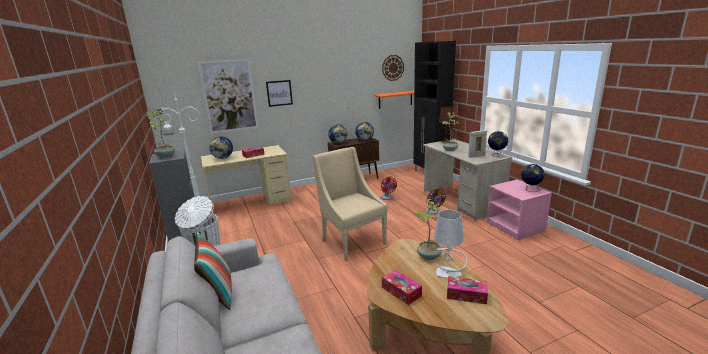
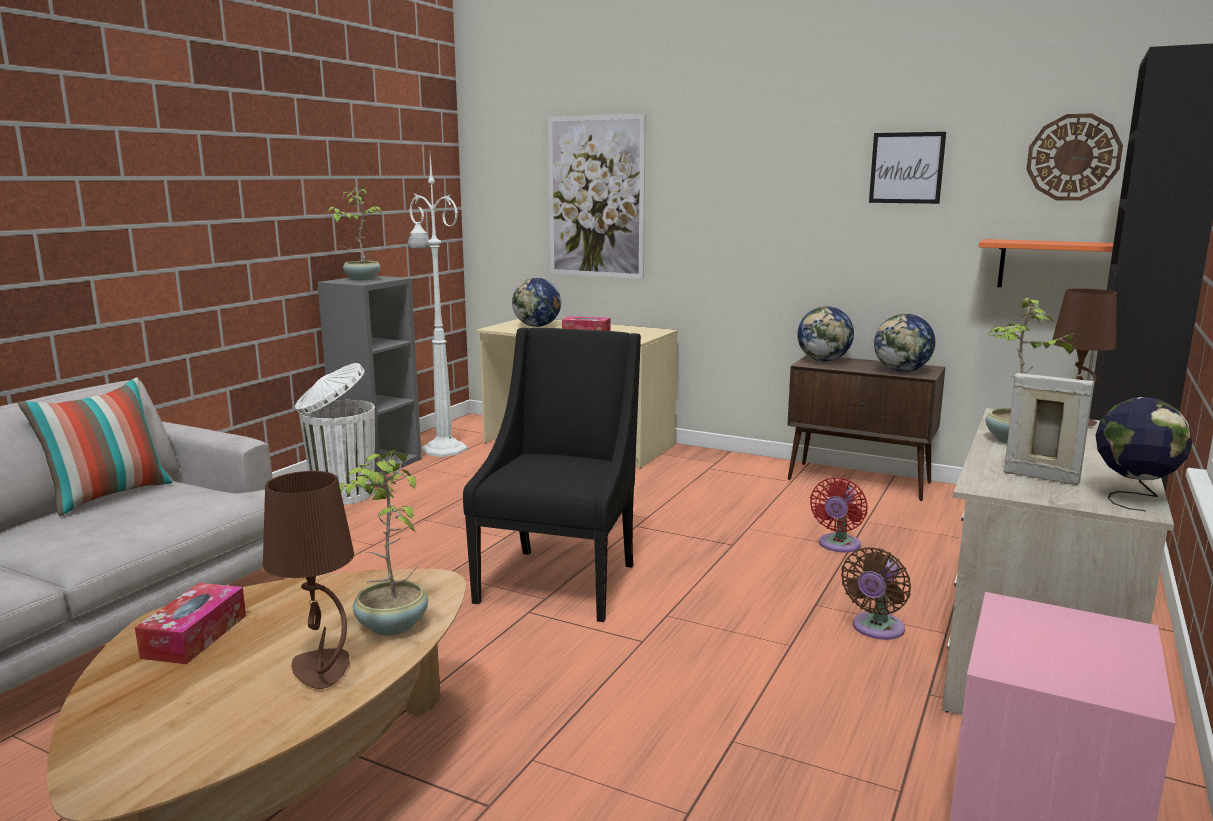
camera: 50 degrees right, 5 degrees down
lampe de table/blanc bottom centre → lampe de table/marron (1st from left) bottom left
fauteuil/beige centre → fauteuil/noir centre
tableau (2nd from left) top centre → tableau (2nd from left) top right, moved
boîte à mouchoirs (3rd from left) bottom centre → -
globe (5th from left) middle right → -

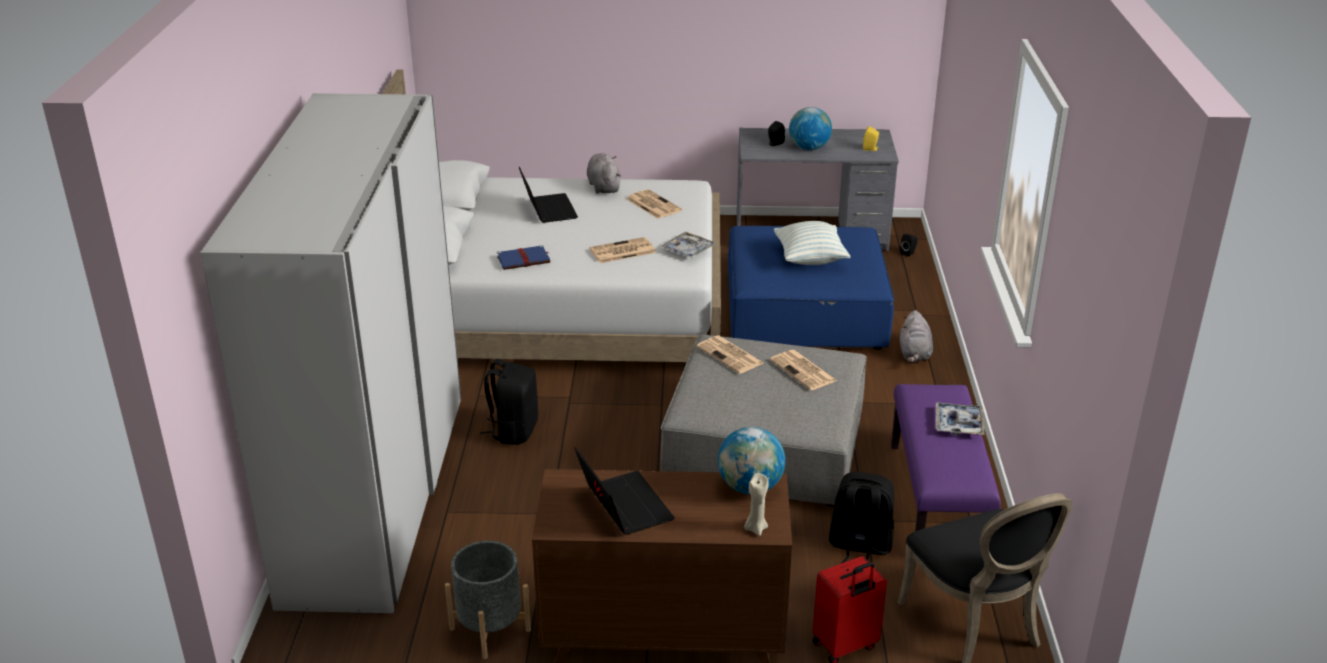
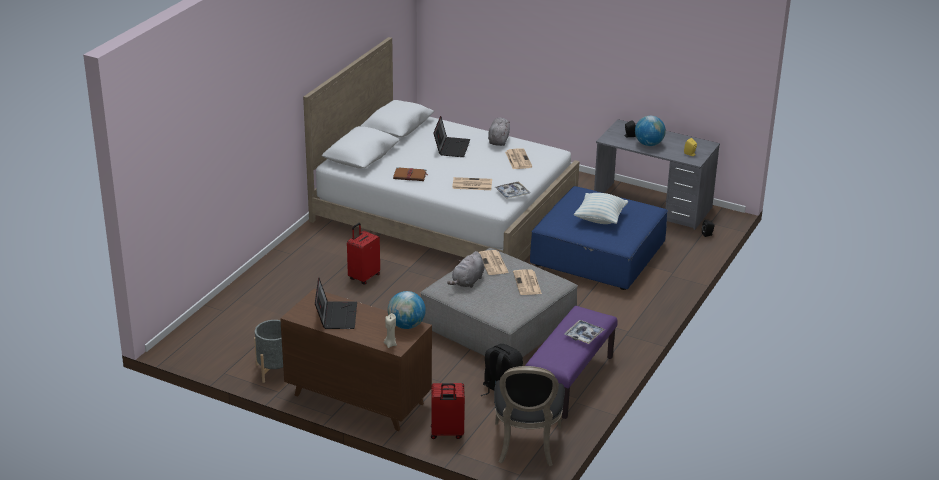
camera: 25 degrees right, 0 degrees up
sac à dos/noir (1st from left) centre → valise/rouge (1st from left) centre
livre/bleu centre → livre/marron centre
peluche/gris (2nd from left in the first image) middle right → peluche/gris (1st from left) centre, moved
armoire/blanc middle left → -

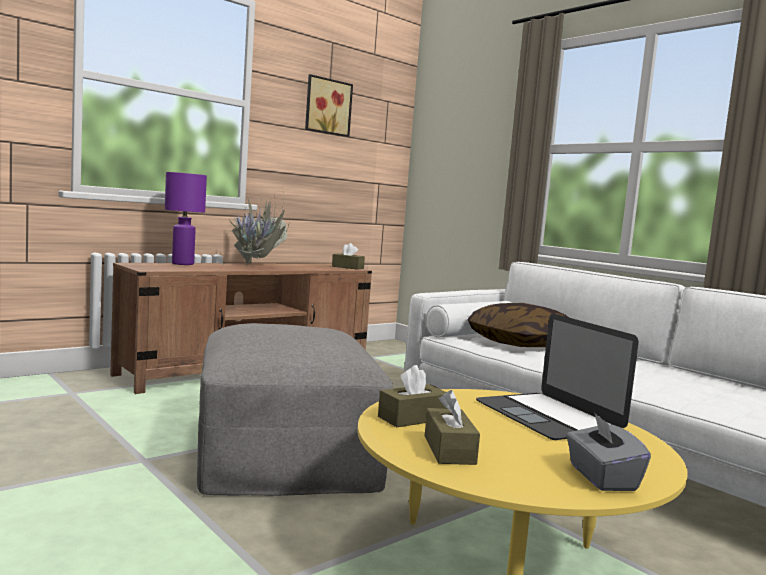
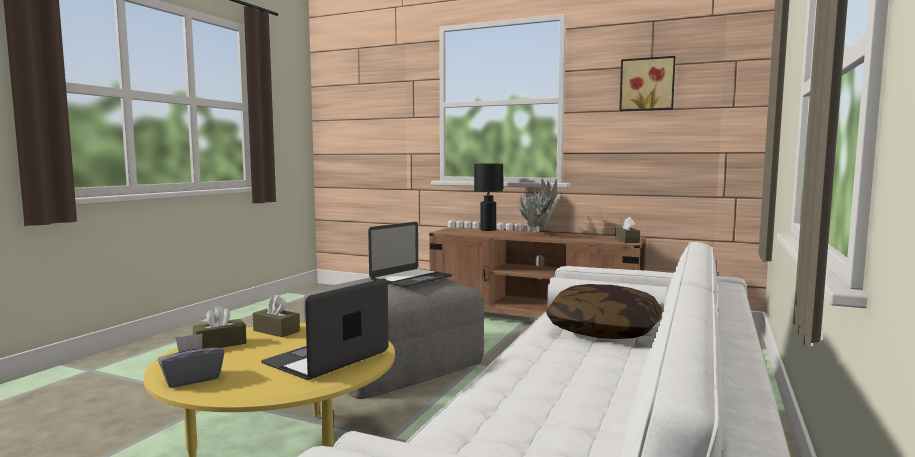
camera: 65 degrees right, 0 degrees up
- → ordinateur portable (2nd from left) centre
lampe de table/violet middle left → lampe de table/noir centre

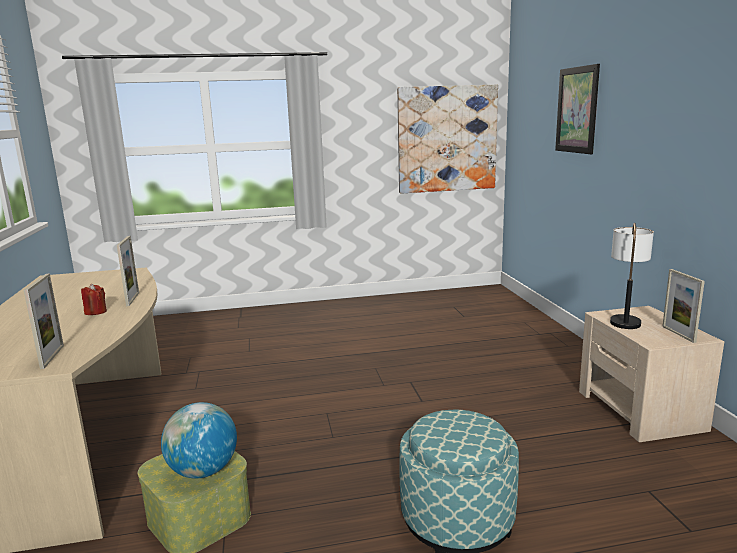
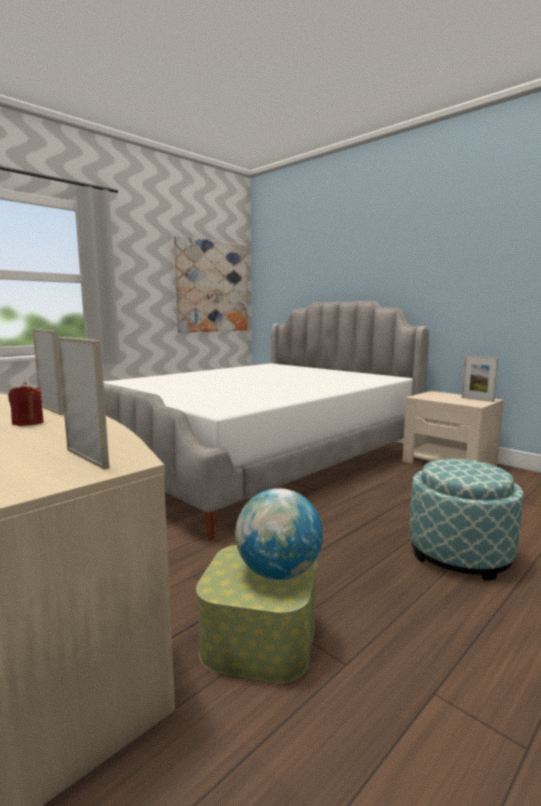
camera: 35 degrees left, 5 degrees down
- → lit centre
tableau (2nd from left) top right → -
lampe de table middle right → -

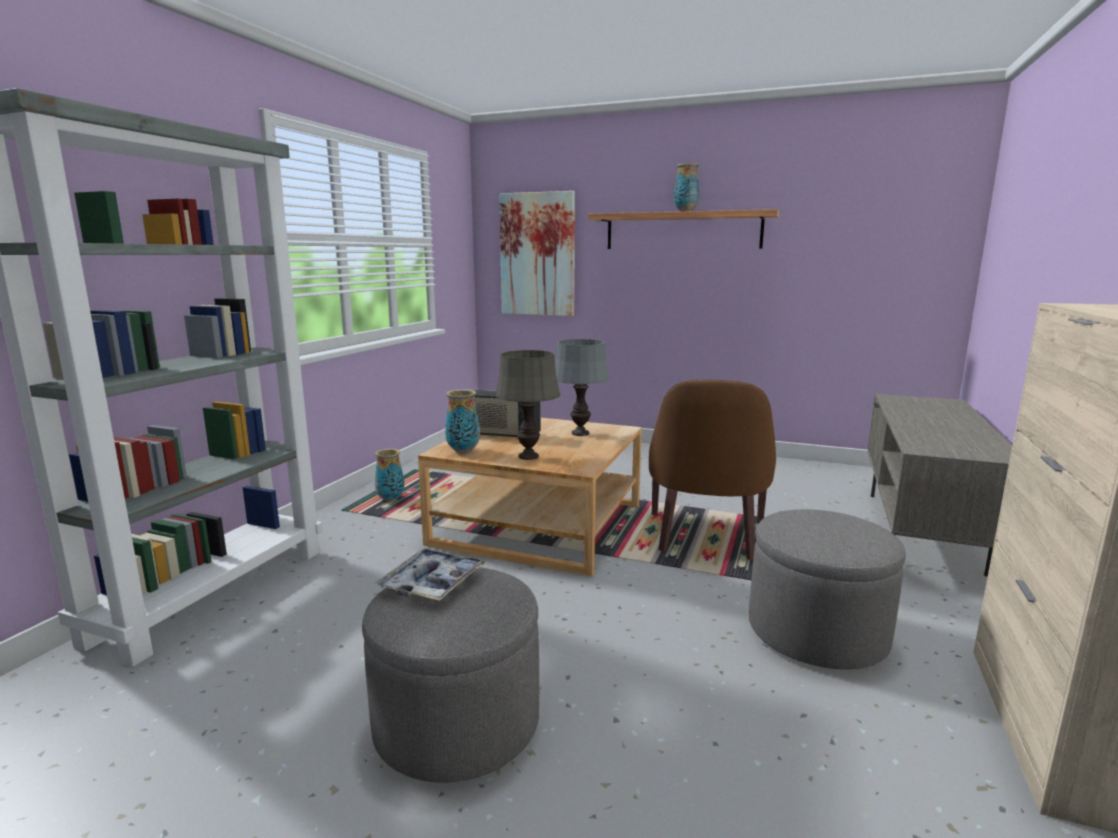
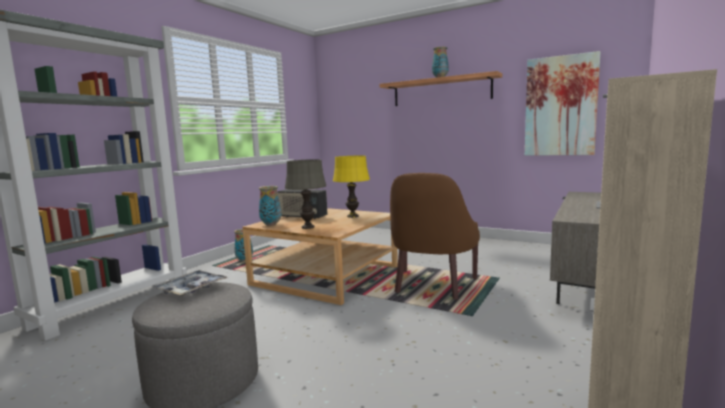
camera: 10 degrees right, 5 degrees down
lampe de table/gris (2nd from left) centre → lampe de table/jaune centre
tableau top centre → tableau top right, moved
pouf/gris (2nd from left) bottom right → -

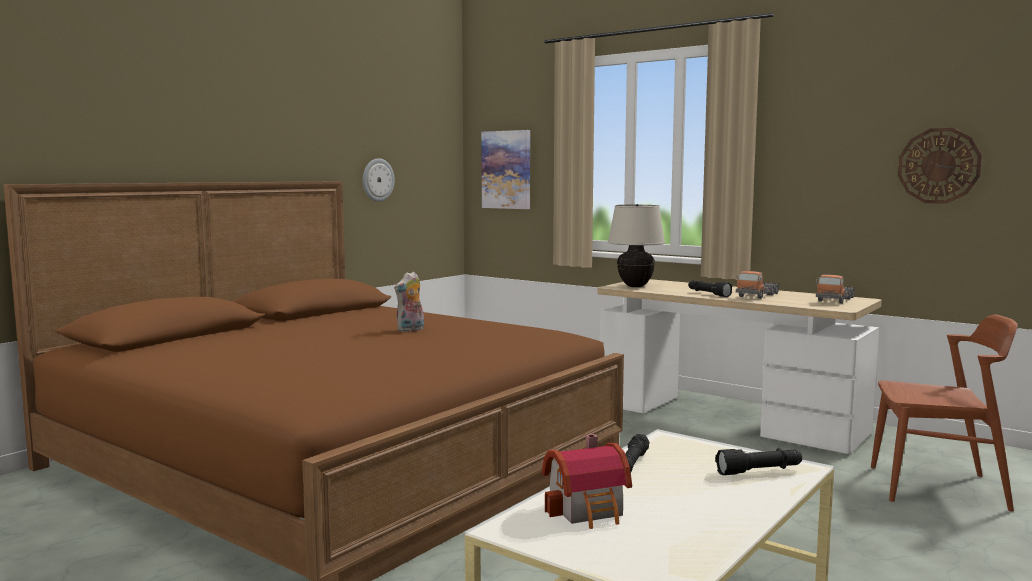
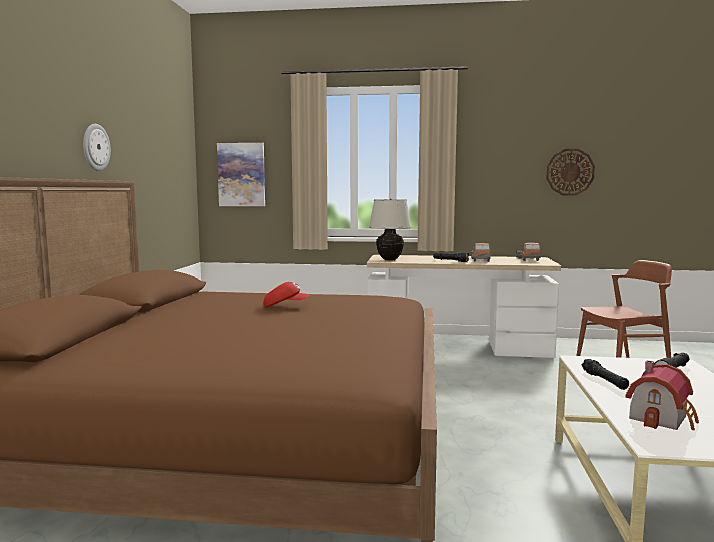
camera: 30 degrees left, 0 degrees up
horloge murale (1st from left) top centre → horloge murale (1st from left) top left, moved
peluche centre → casquette/rouge centre

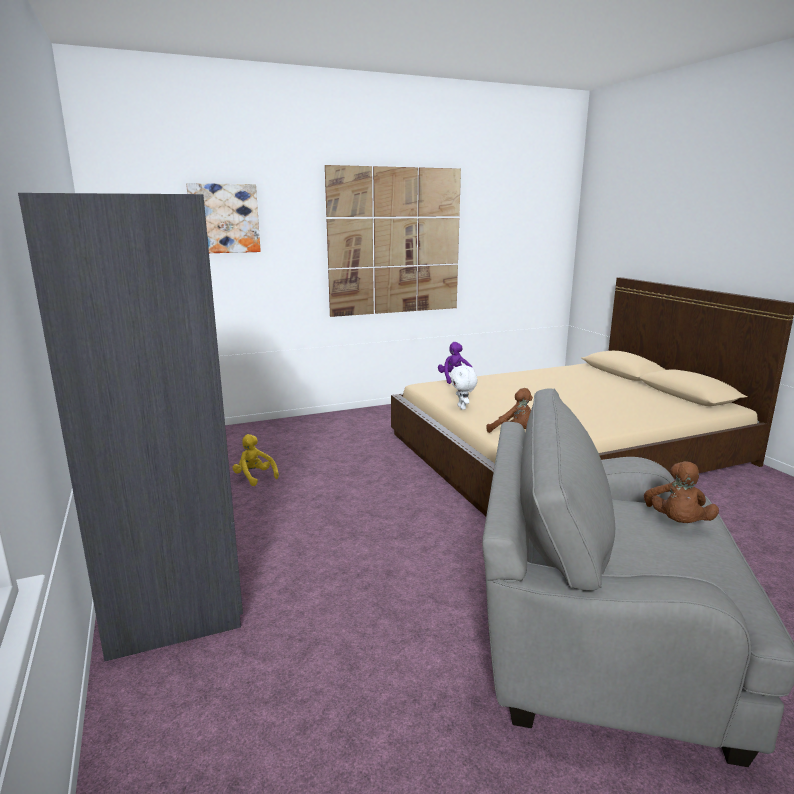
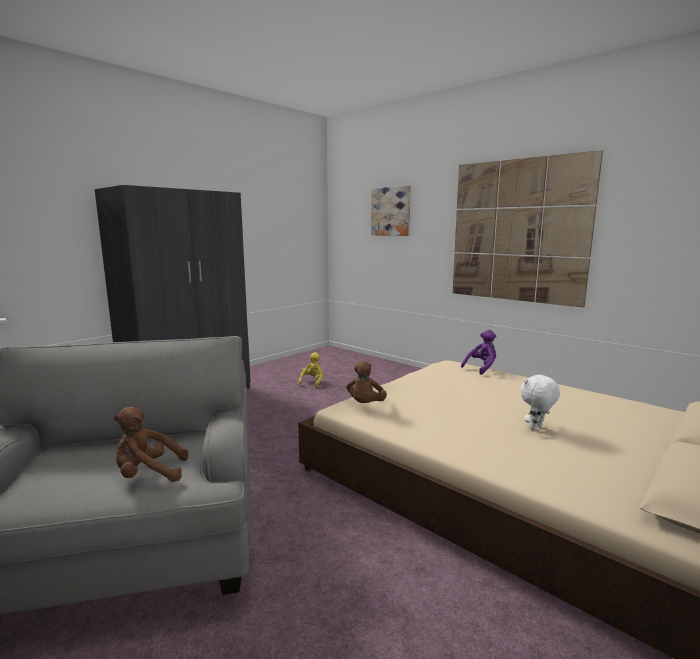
camera: 65 degrees right, 5 degrees down
peluche/blanc centre → peluche/blanc middle right, moved

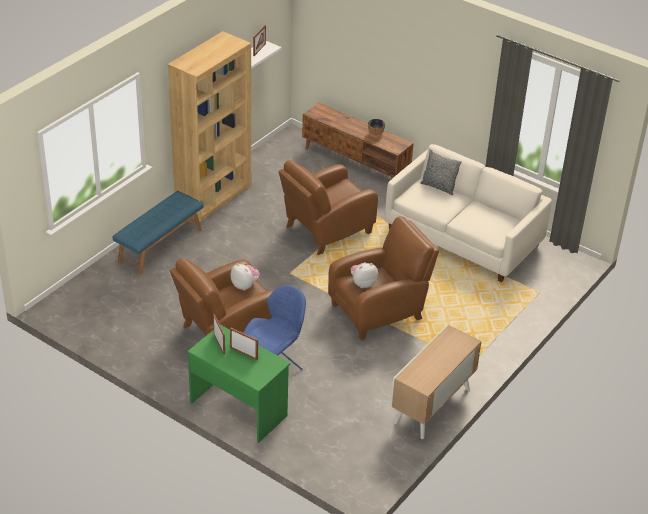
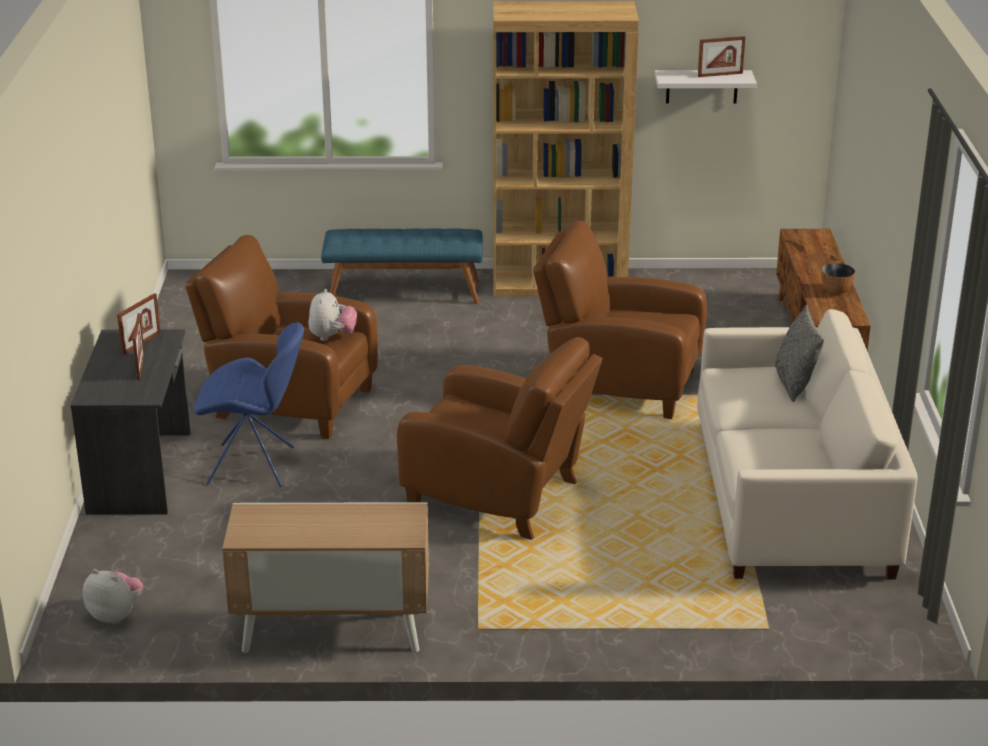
camera: 55 degrees right, 10 degrees down
bureau/vert bottom centre → bureau/gris middle left
peluche (2nd from left in the first image) centre → peluche (1st from left) bottom left, moved

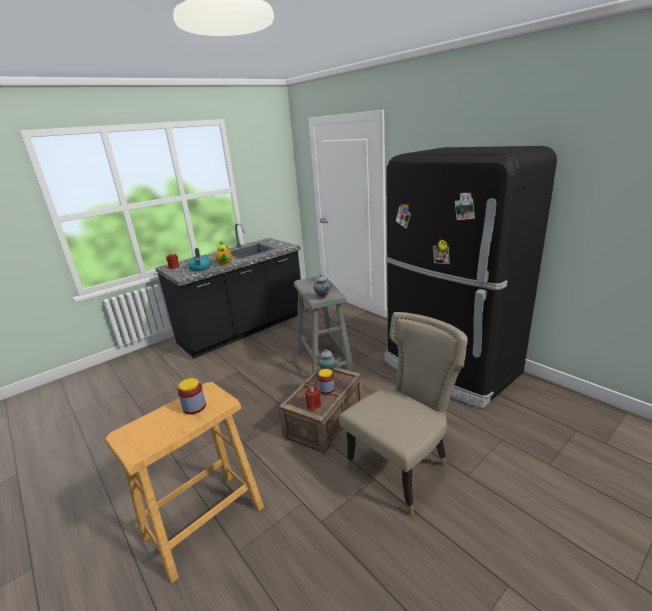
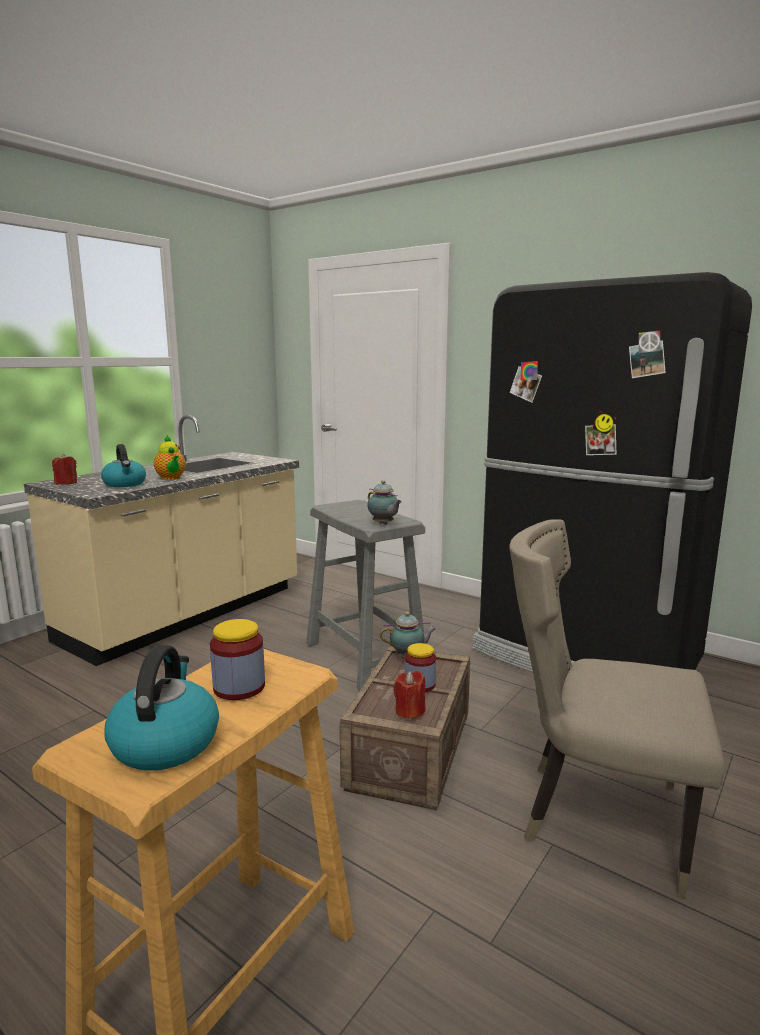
camera: 15 degrees left, 10 degrees down
comptoir de cuisine/noir centre → comptoir de cuisine/beige middle left
- → bouilloire (2nd from left) bottom left
chaise/beige bottom centre → chaise/beige bottom right, 105 degrees counterclockwise

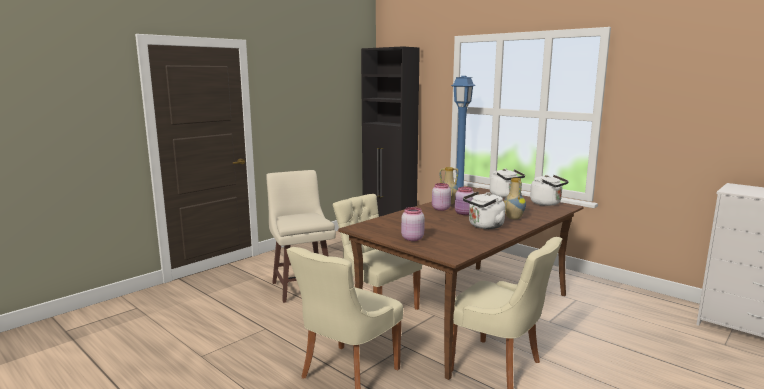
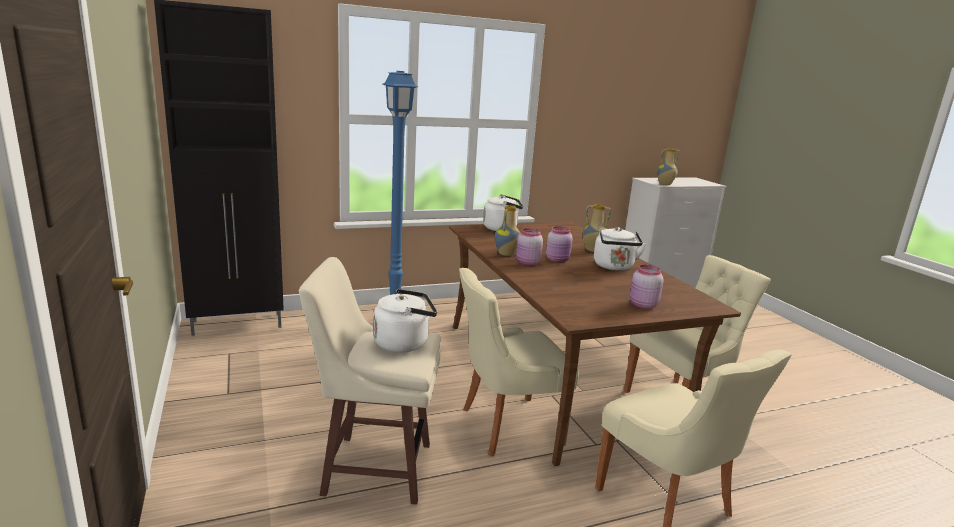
camera: 65 degrees left, 5 degrees up
bouilloire/blanc (3rd from left in the first image) middle right → bouilloire/blanc (1st from left) centre, moved
- → vase (3rd from left) top right

